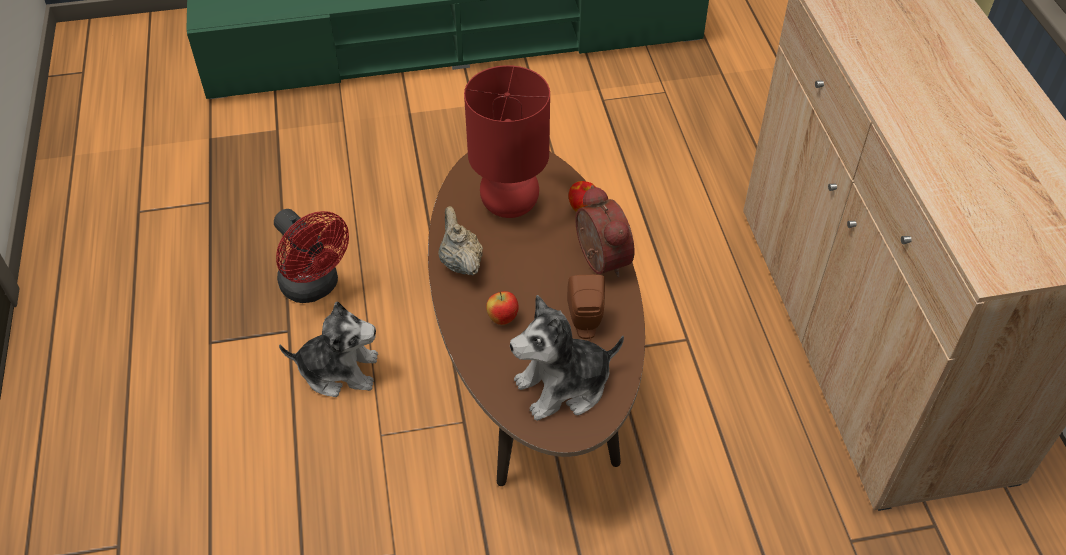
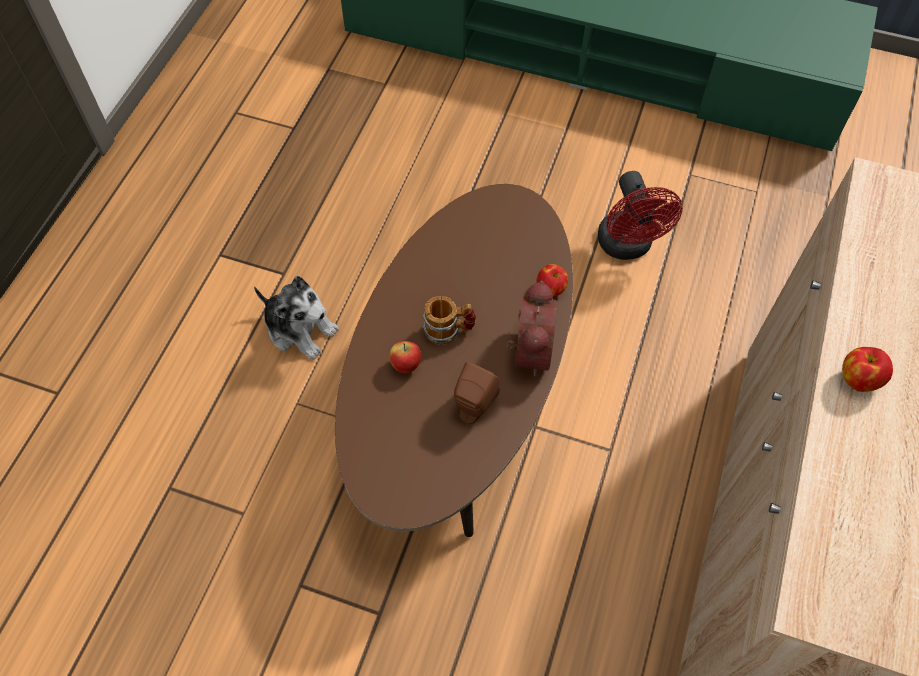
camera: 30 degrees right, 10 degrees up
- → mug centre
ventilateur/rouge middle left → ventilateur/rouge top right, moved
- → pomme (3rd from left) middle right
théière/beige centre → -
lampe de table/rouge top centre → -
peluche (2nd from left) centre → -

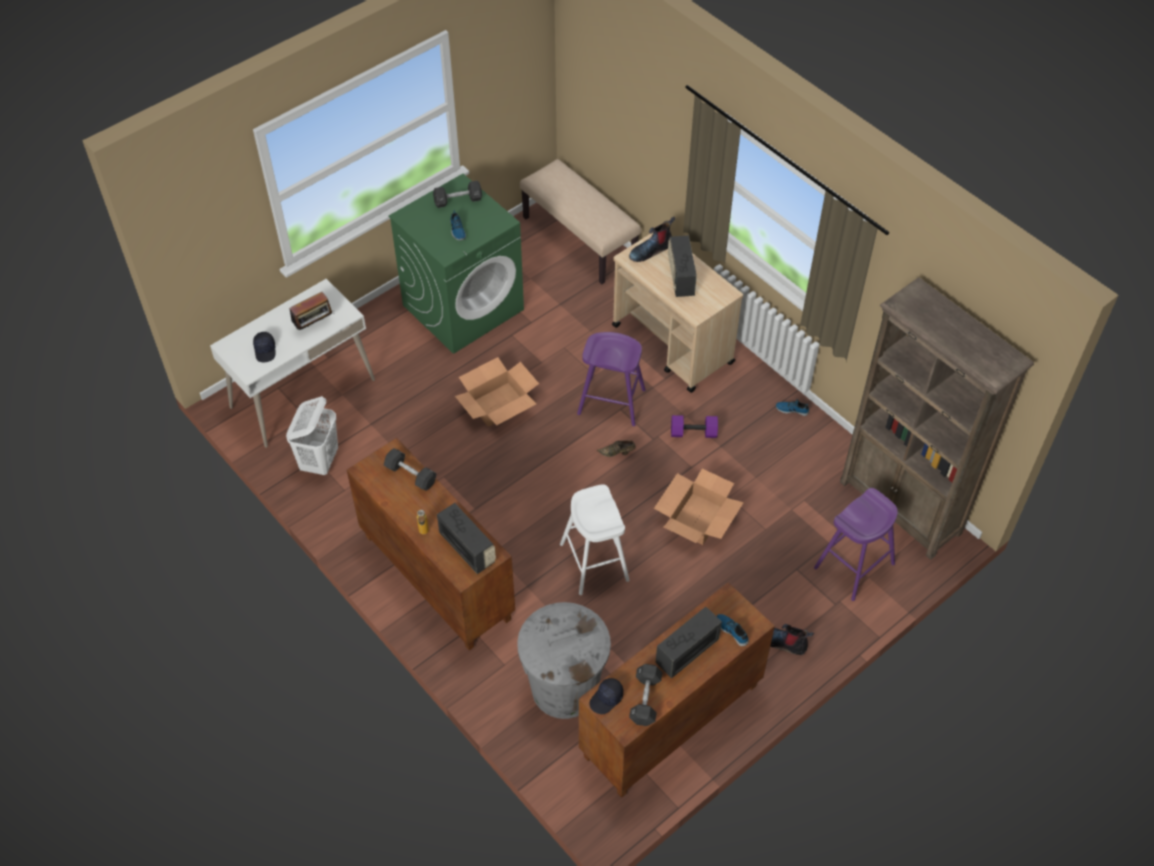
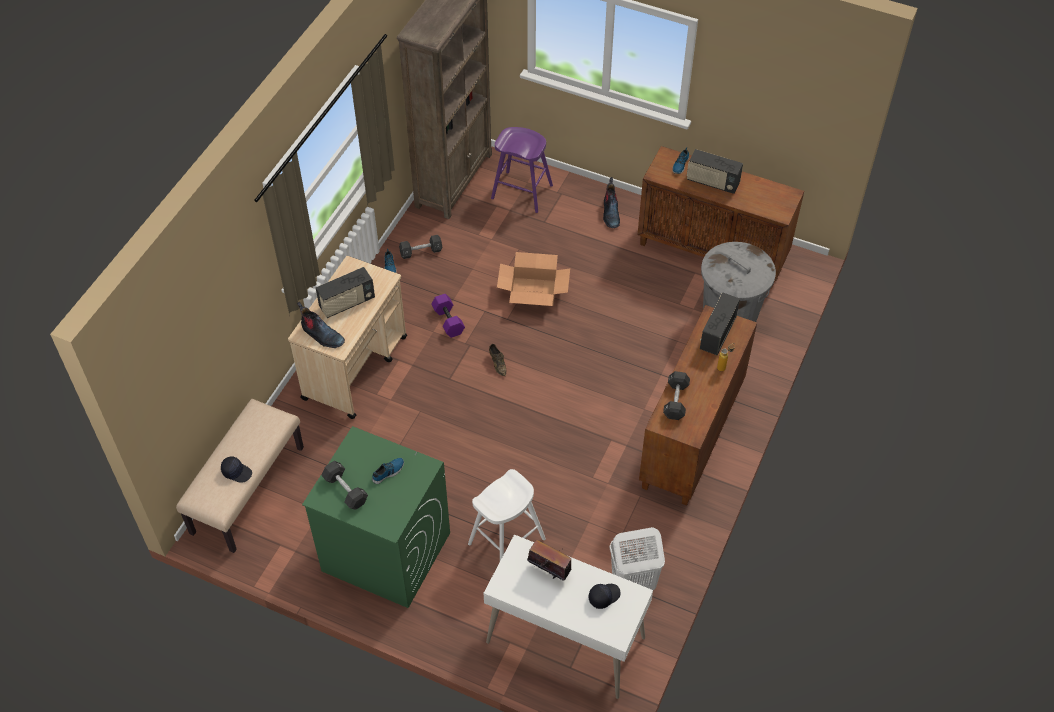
camera: 115 degrees left, 0 degrees up
casquette/noir (2nd from left in the first image) bottom centre → casquette/noir (1st from left) middle left, moved
haltère/noir (3rd from left in the first image) bottom centre → haltère/noir (2nd from left) centre, moved
tabouret/blanc centre → tabouret/blanc bottom centre, moved
carton (1st from left) centre → -
tabouret/violet (1st from left) centre → -

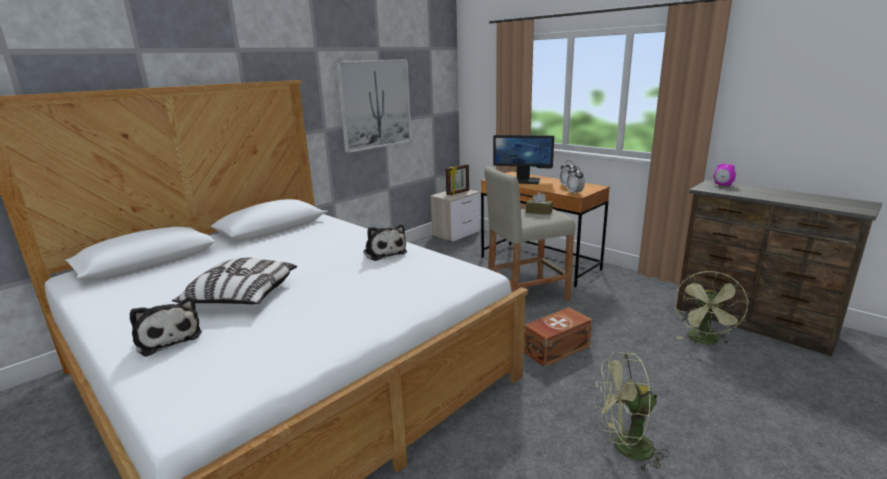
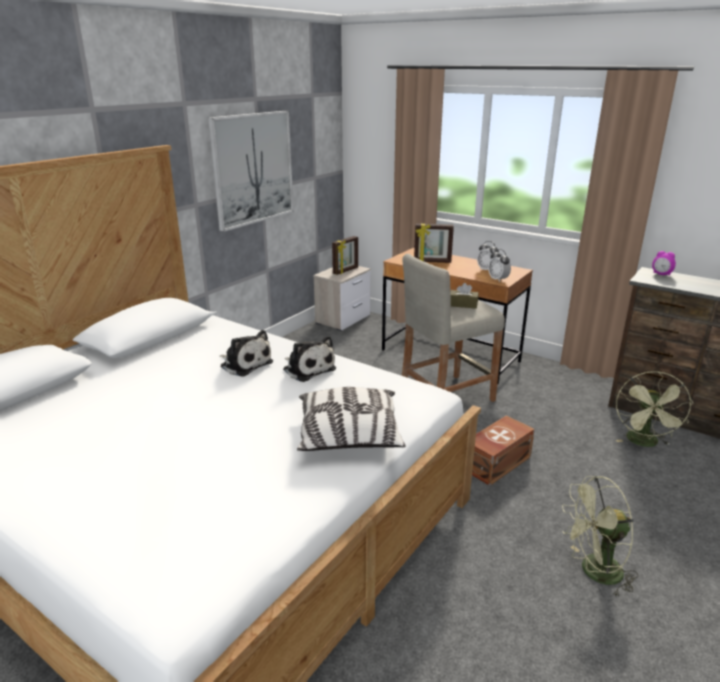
camera: 10 degrees left, 5 degrees up
peluche (1st from left) bottom left → peluche (1st from left) centre, moved
coussin middle left → coussin centre, moved
écran d'ordinateur top centre → cadre photo (2nd from left) centre

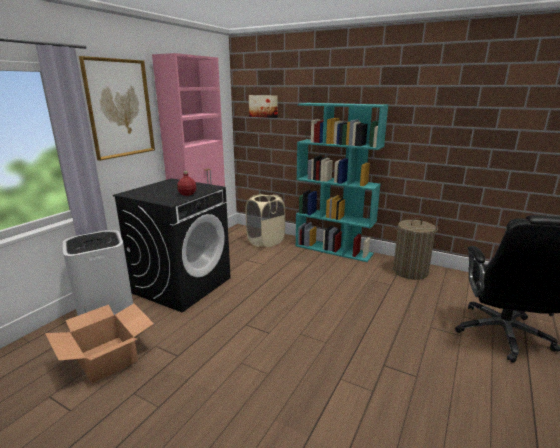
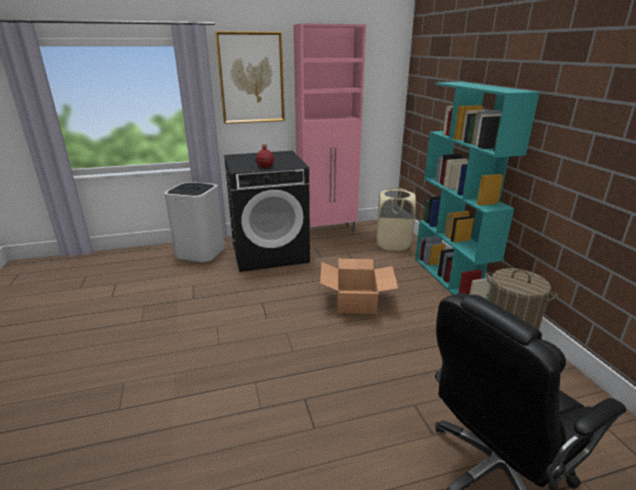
camera: 45 degrees right, 5 degrees up
carton bottom left → carton centre, moved
tableau (2nd from left) top centre → -

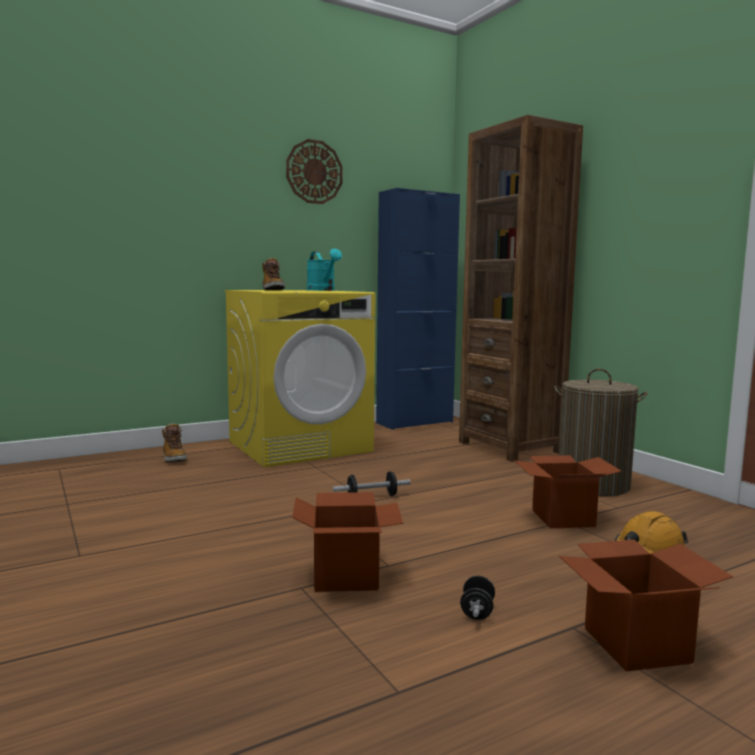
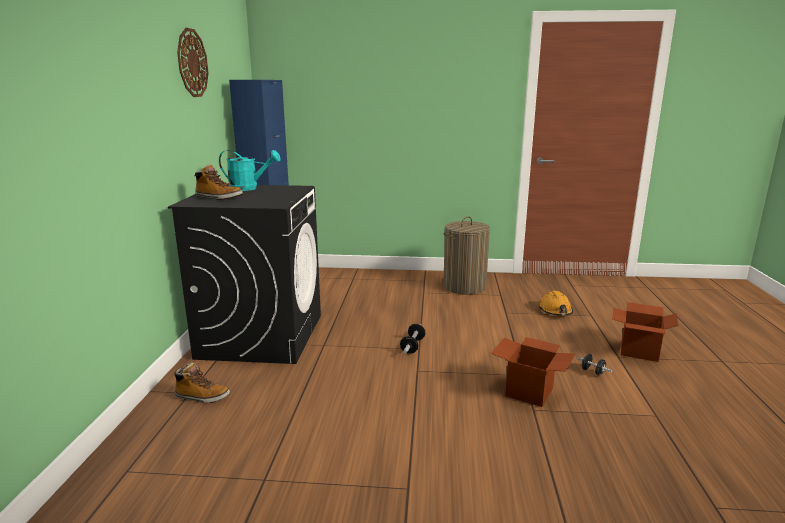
camera: 55 degrees left, 10 degrees up
lave-linge/jaune centre → lave-linge/noir middle left
bibliothèque/marron middle right → -
carton (2nd from left) middle right → -

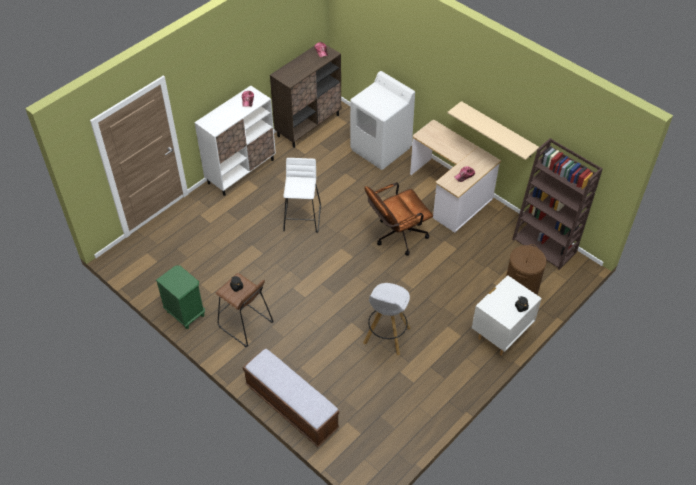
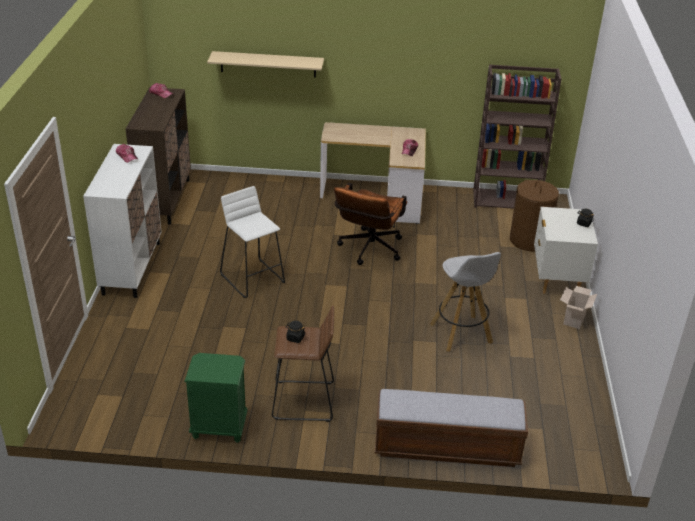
camera: 40 degrees left, 15 degrees down
étagère/beige top right → étagère/beige top centre, moved
- → carton middle right
lave-linge/blanc top centre → -

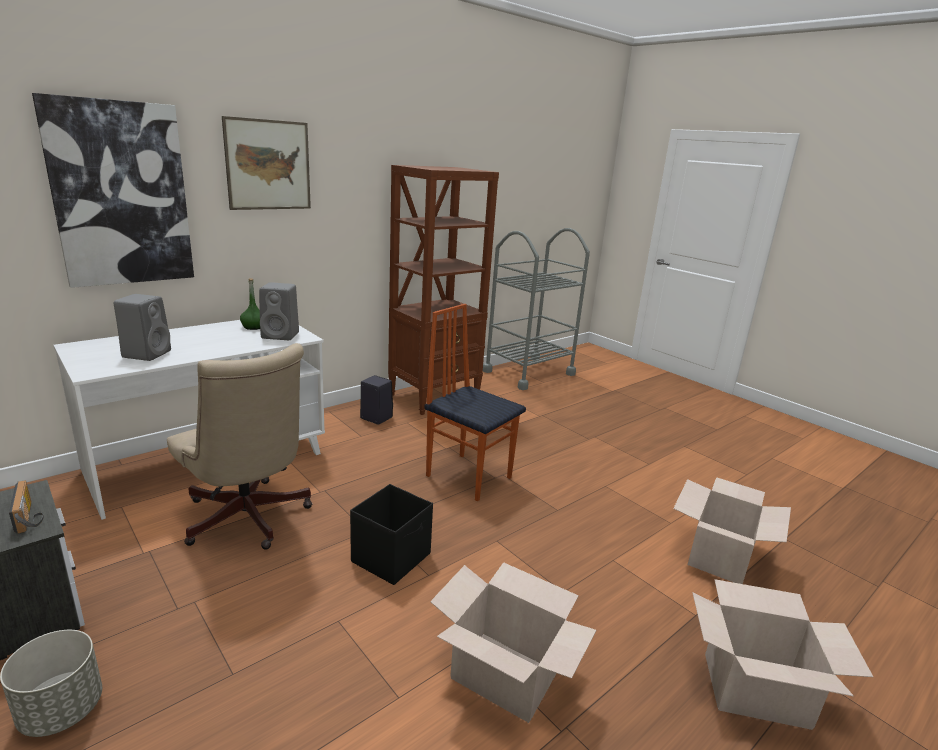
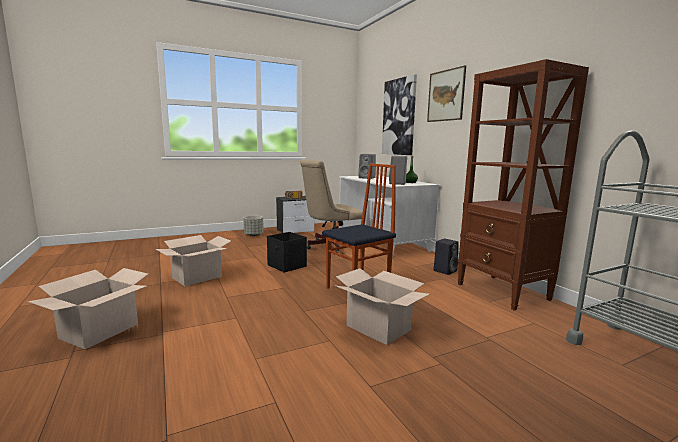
camera: 105 degrees right, 10 degrees down
carton (2nd from left in the first image) bottom right → carton (3rd from left) bottom centre, moved

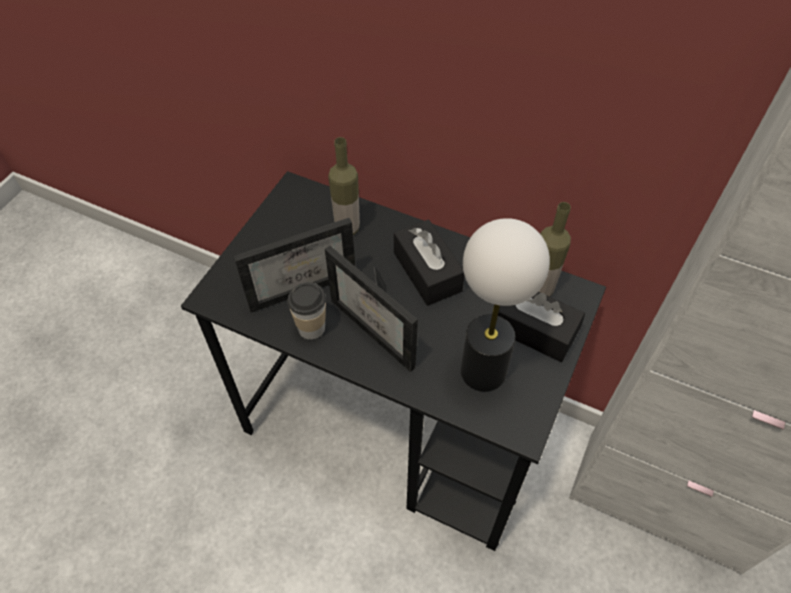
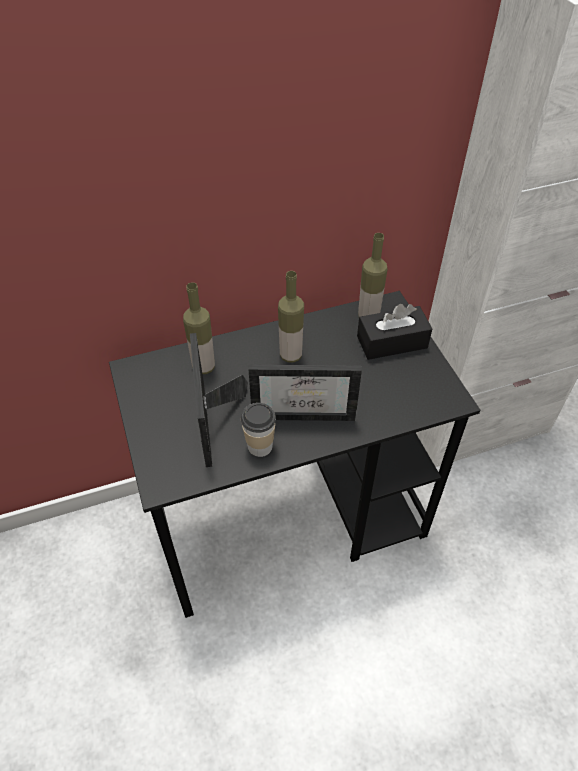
camera: 45 degrees left, 5 degrees down
cadre photo (1st from left) centre, 150 degrees clockwise
boîte à mouchoirs/noir (1st from left) centre → bouteille (2nd from left) centre
lampe de table centre → -

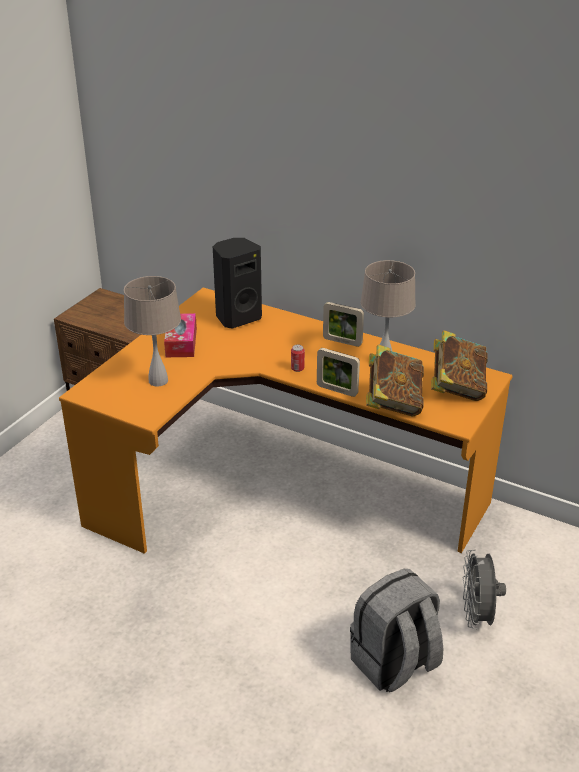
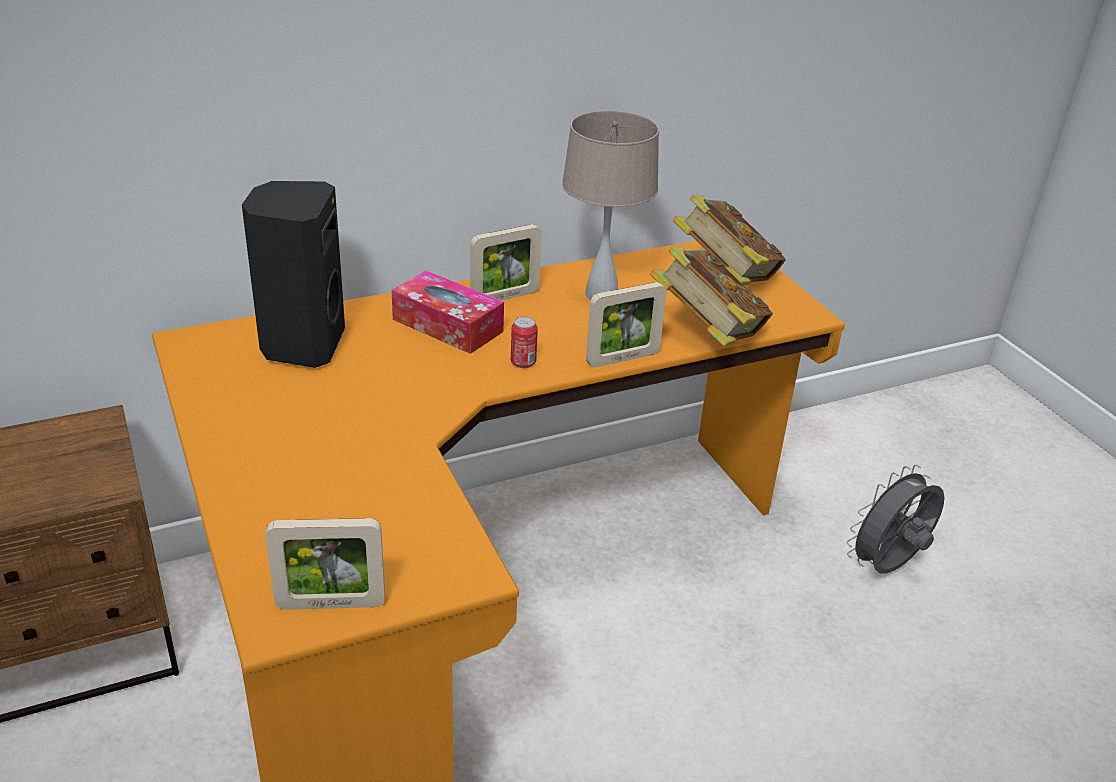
camera: 55 degrees left, 0 degrees up
- → cadre photo (1st from left) bottom left
boîte à mouchoirs middle left → boîte à mouchoirs centre, moved
ventilateur/gris bottom right → ventilateur/gris middle right, 105 degrees clockwise
lampe de table/beige (1st from left) middle left → -
sac à dos/gris bottom right → -

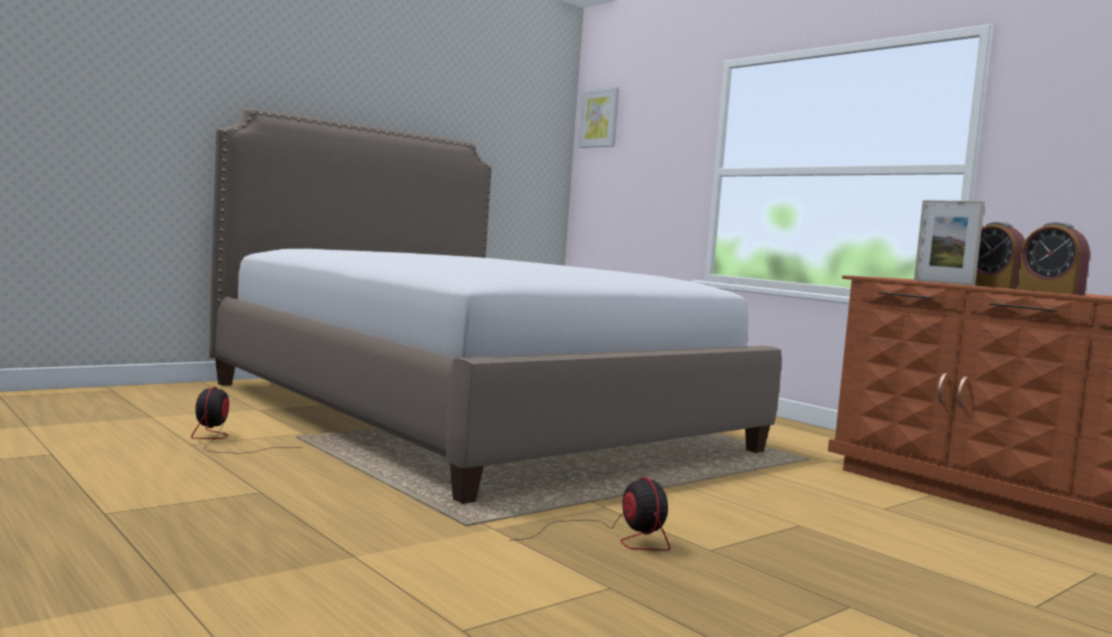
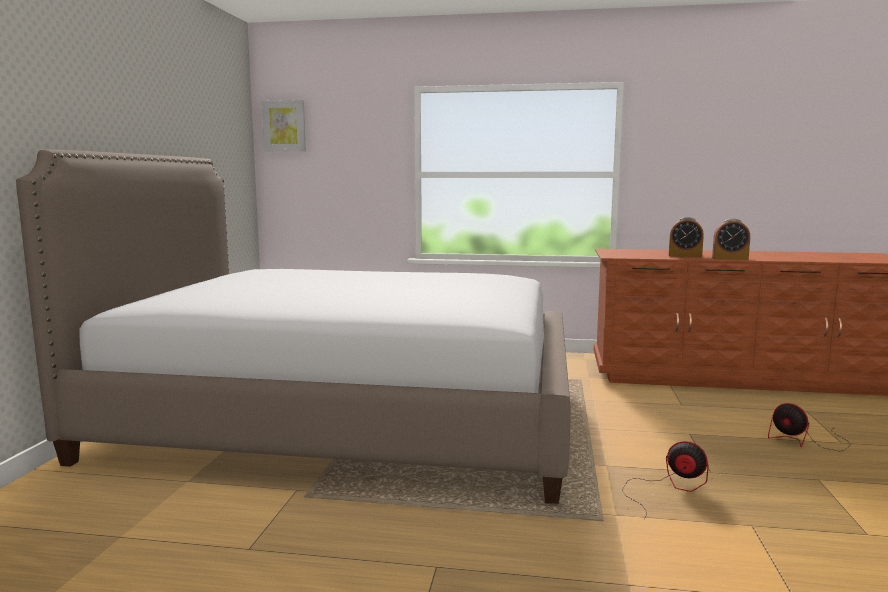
camera: 40 degrees left, 5 degrees up
ventilateur (1st from left in the first image) middle left → ventilateur (2nd from left) bottom right, moved
cadre photo middle right → -

